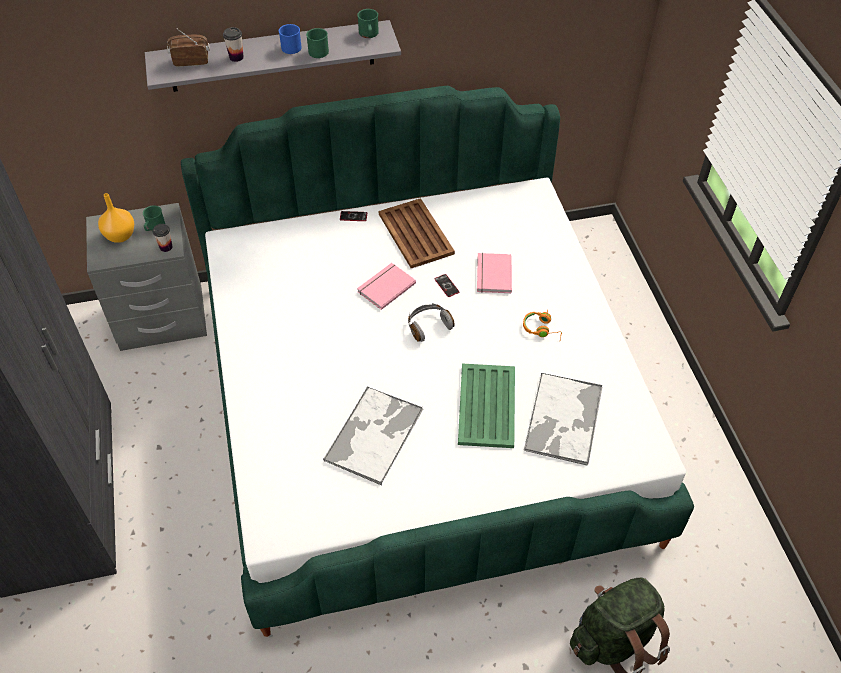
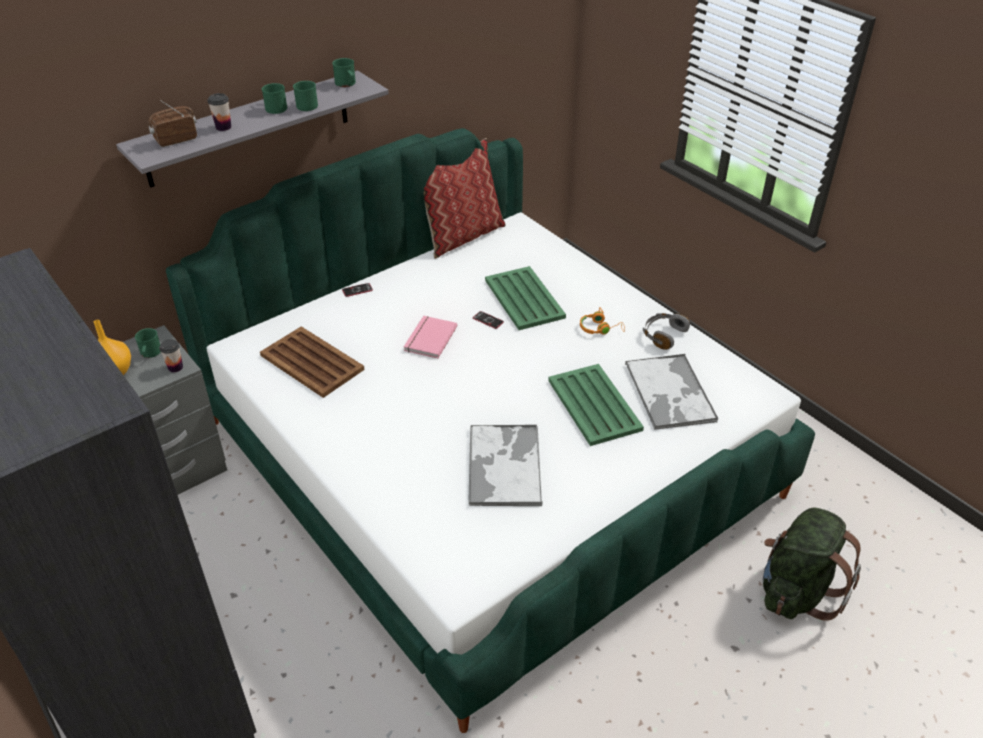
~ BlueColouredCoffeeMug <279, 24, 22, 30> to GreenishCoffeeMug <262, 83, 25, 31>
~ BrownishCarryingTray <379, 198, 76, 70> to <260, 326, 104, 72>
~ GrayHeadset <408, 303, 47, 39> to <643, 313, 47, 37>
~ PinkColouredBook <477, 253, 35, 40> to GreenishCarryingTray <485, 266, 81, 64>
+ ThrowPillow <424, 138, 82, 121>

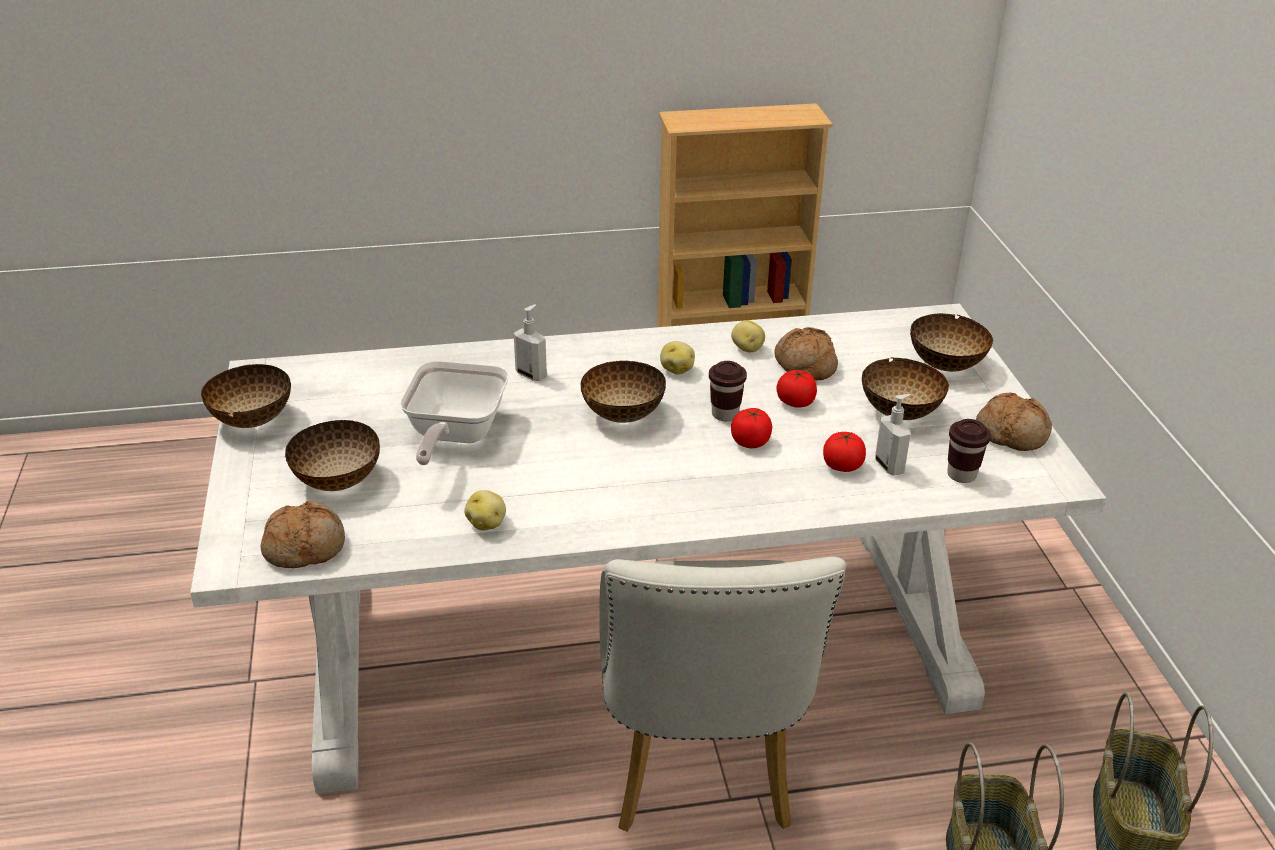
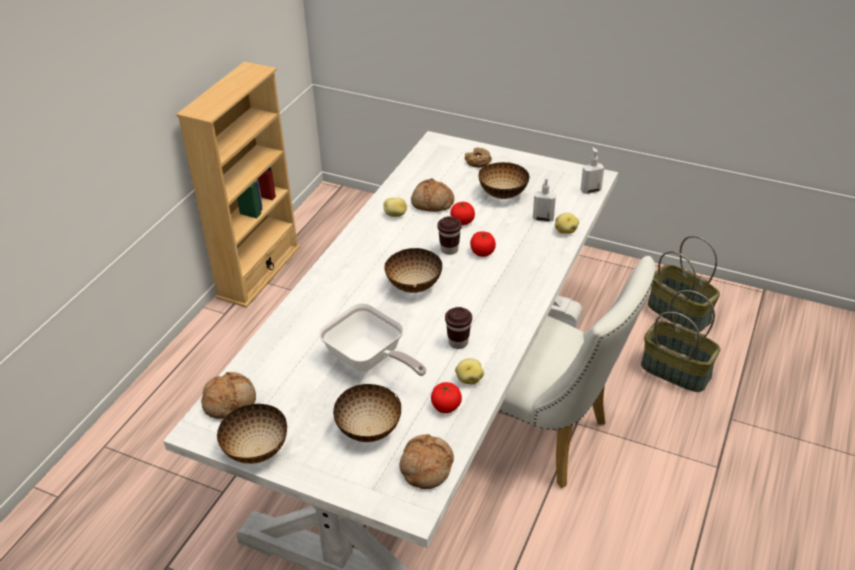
~ SoapDispenser <514, 304, 33, 77> to <580, 147, 24, 47>
~ Potato <660, 341, 35, 34> to <555, 213, 24, 21>
~ Tomato <823, 432, 43, 40> to <431, 382, 31, 31>
~ ServingBowl <910, 313, 83, 59> to Donut <464, 147, 28, 21>
~ BrownishSmallCup <947, 419, 44, 64> to <445, 307, 27, 42>
~ BakedBread <976, 393, 76, 58> to <201, 372, 55, 47>

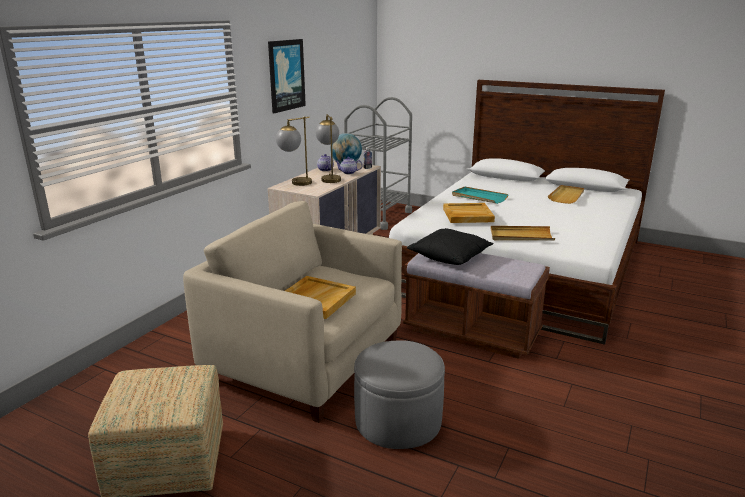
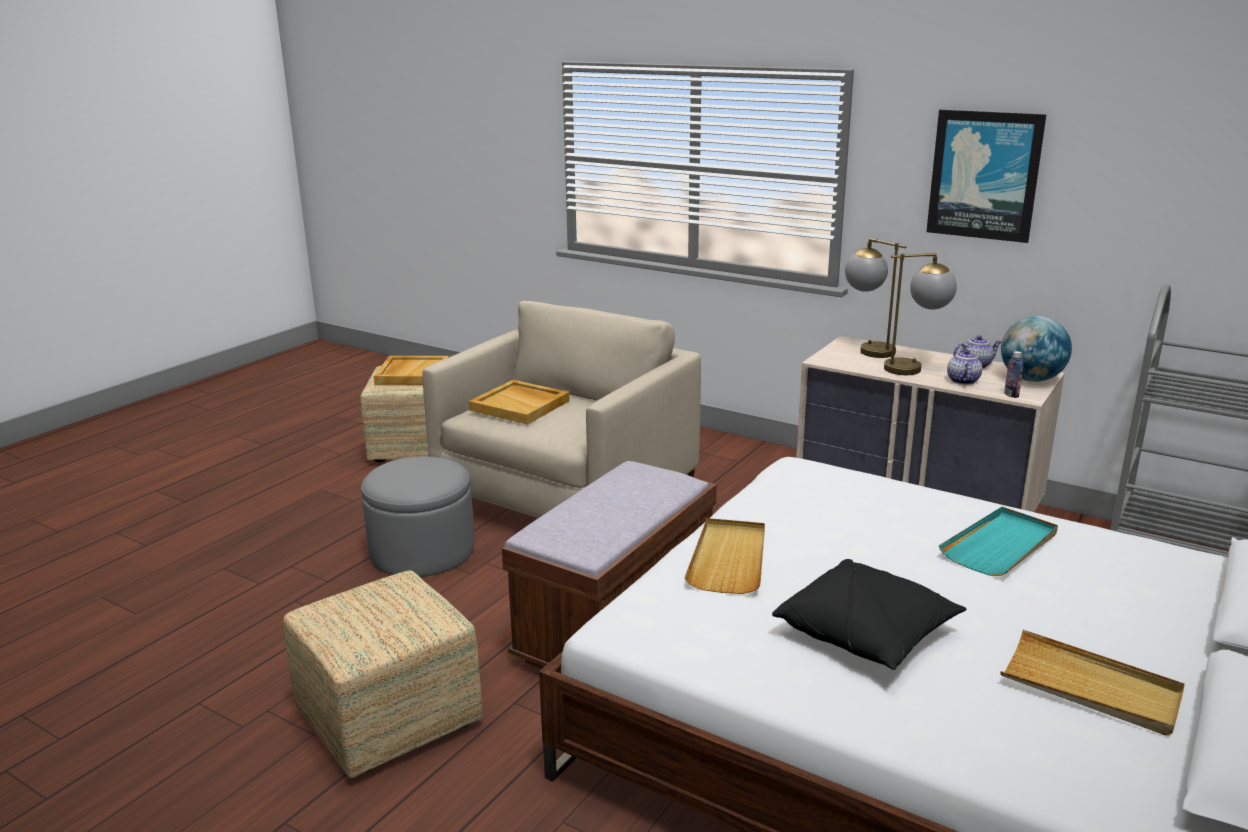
~ BlackColouredThrowPillow <407, 228, 87, 37> to <772, 559, 194, 111>
~ BeigeColouredCarryingTray <443, 203, 52, 20> to <374, 356, 75, 29>
+ Pouffe <283, 570, 200, 208>

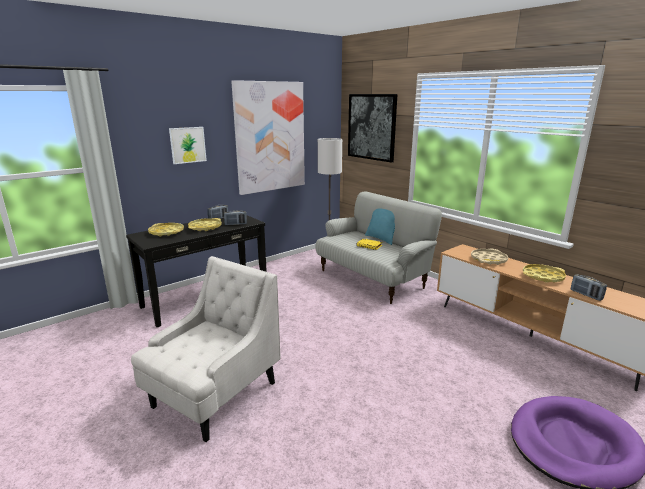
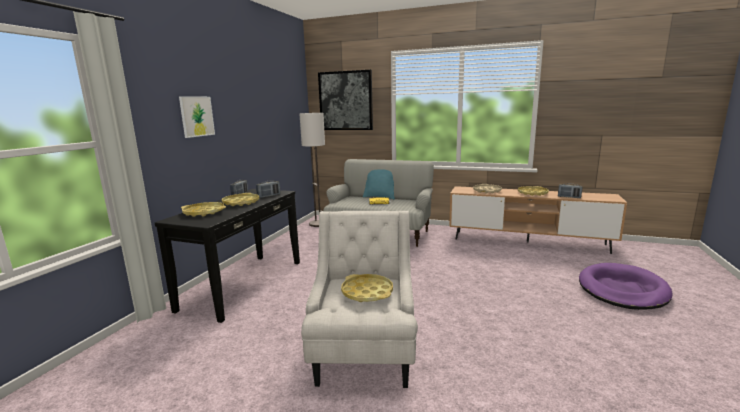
- Picture <231, 80, 74, 115>
+ YellowColouredCarryingTray <341, 274, 52, 28>

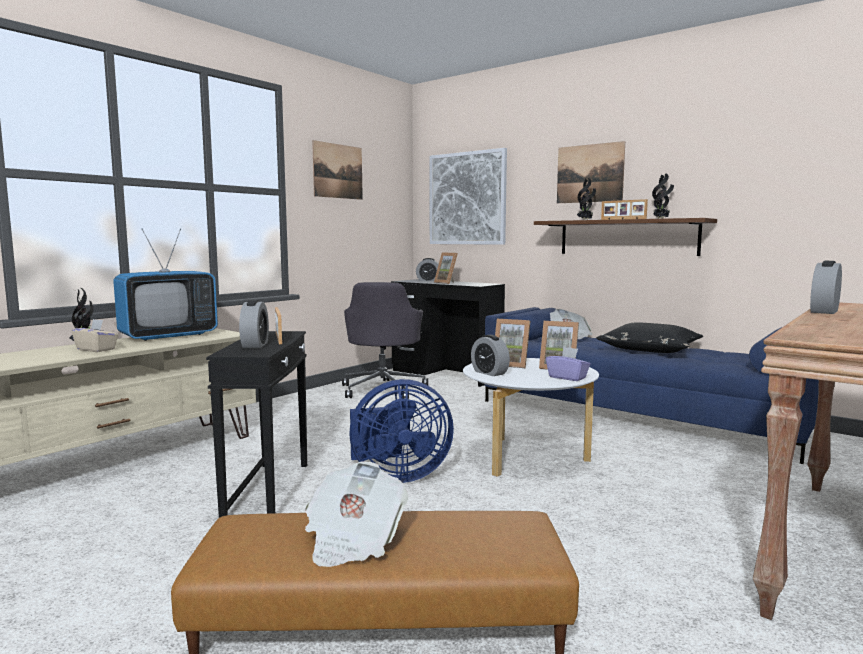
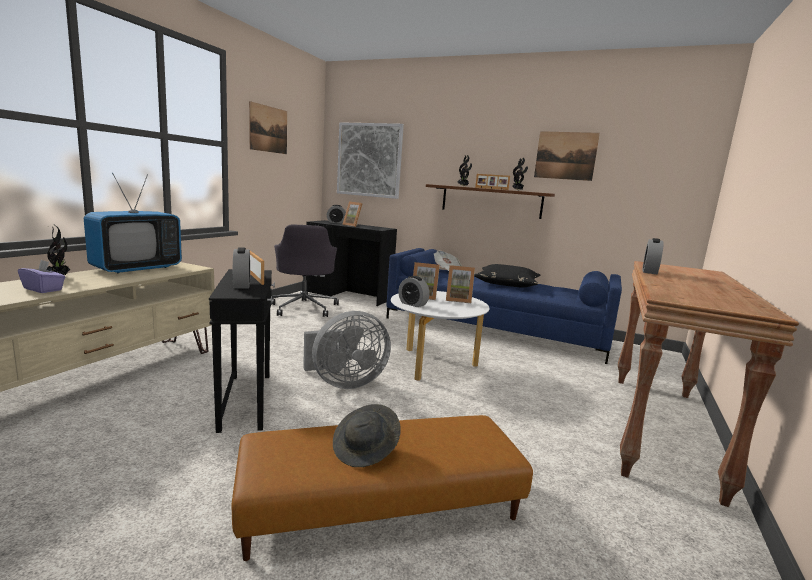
- BeigeColouredTissueHolder <72, 319, 46, 33>
~ PrintedPaper <305, 461, 103, 106> to GrayWearableHat <333, 404, 68, 63>
~ BlueColouredCoolingFan <349, 379, 105, 104> to GrayCoolingFan <303, 311, 88, 78>
~ PurplishTissueHolder <546, 347, 44, 34> to <18, 260, 47, 33>
~ Picture <557, 141, 68, 62> to <534, 131, 66, 50>

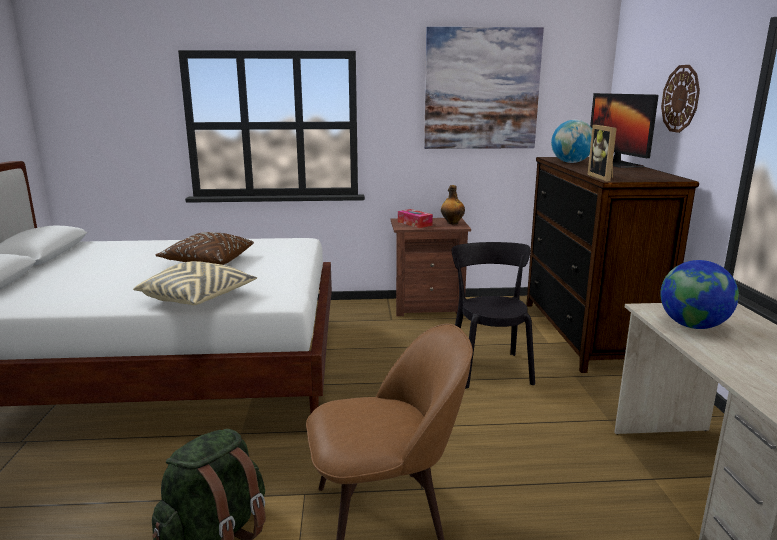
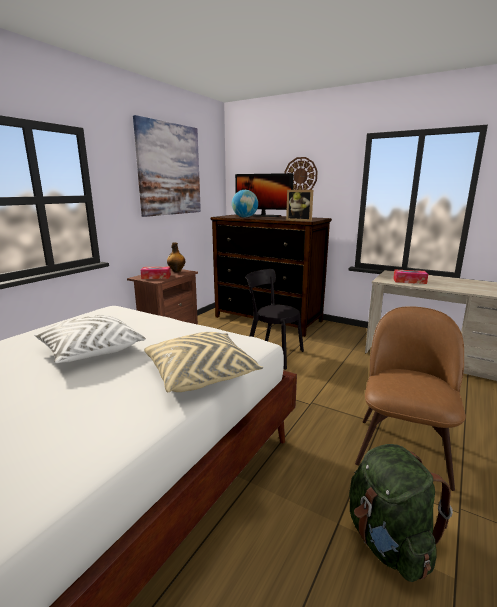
~ BrownishThrowPillow <155, 232, 99, 33> to WhiteColouredThrowPillow <34, 315, 112, 48>
~ DeskGlobe <660, 260, 79, 69> to TissueHolder <393, 270, 35, 14>

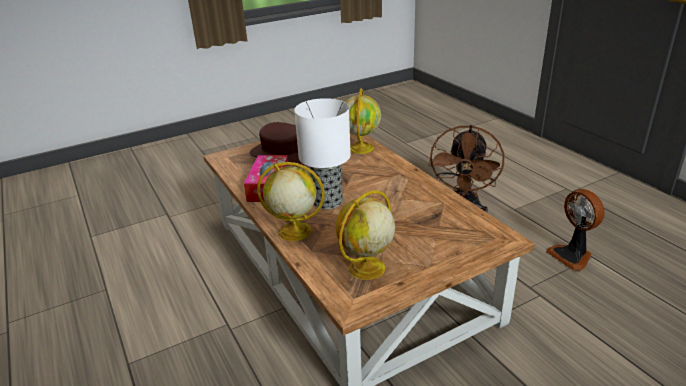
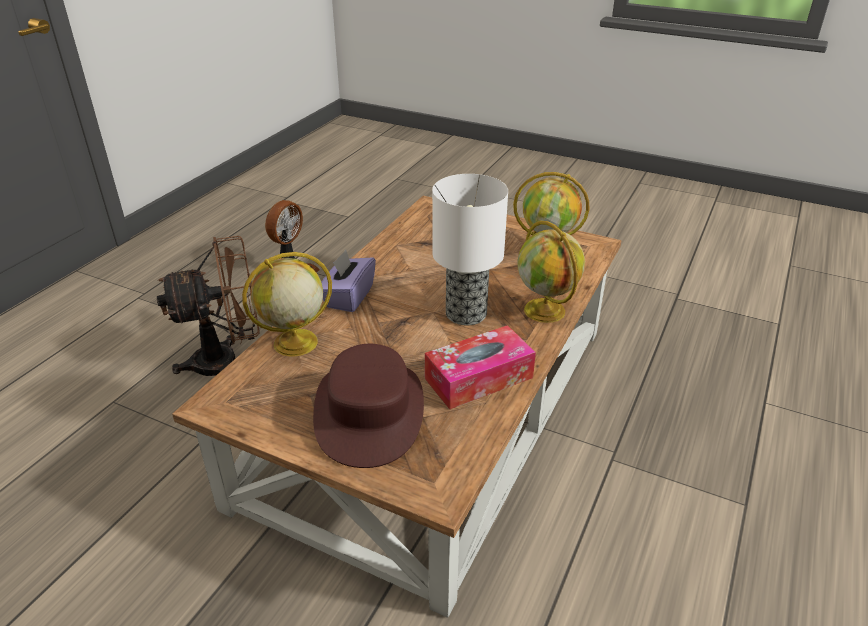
+ PurplishTissueHolder <321, 250, 55, 62>

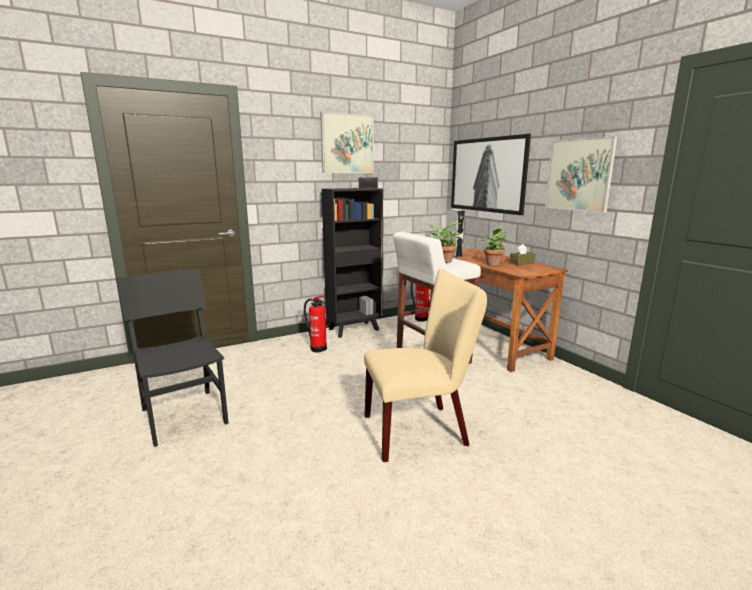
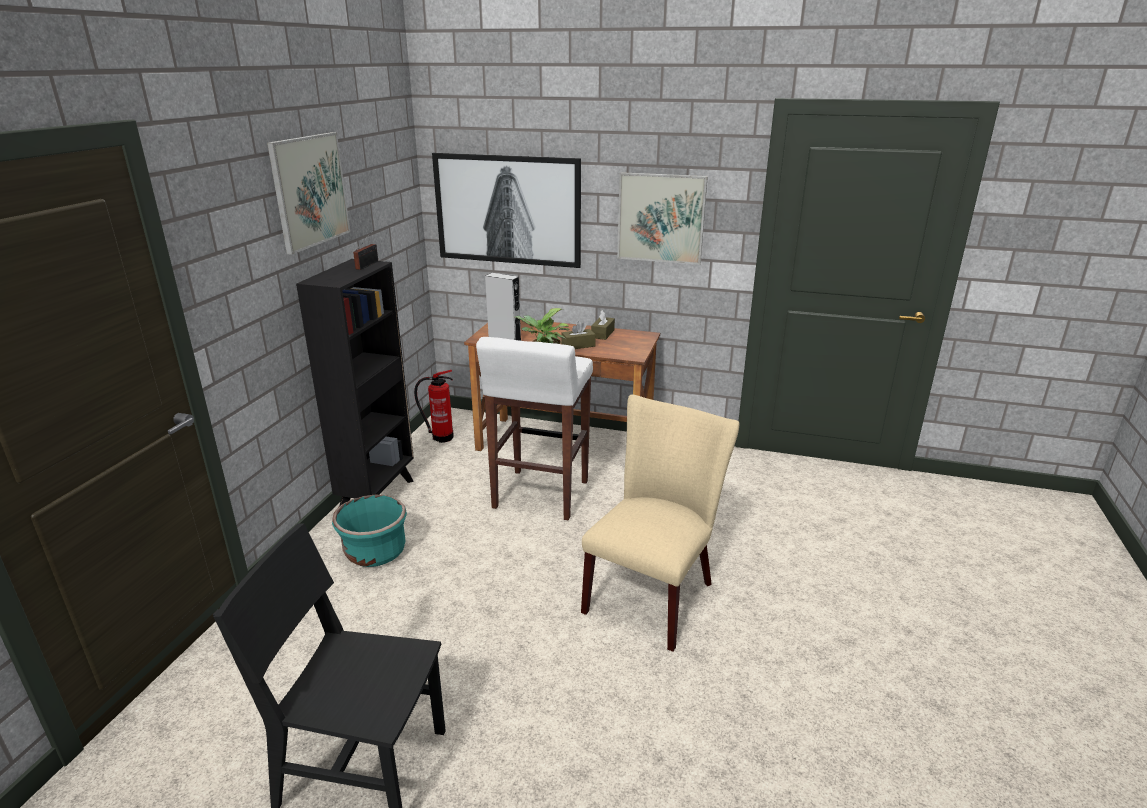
~ FireExtinguisher <304, 296, 23, 56> to BlueGreenFlowerPot <332, 495, 75, 72>
~ PlantInAPot <477, 228, 30, 38> to BrownishTissueHolder <561, 321, 35, 28>

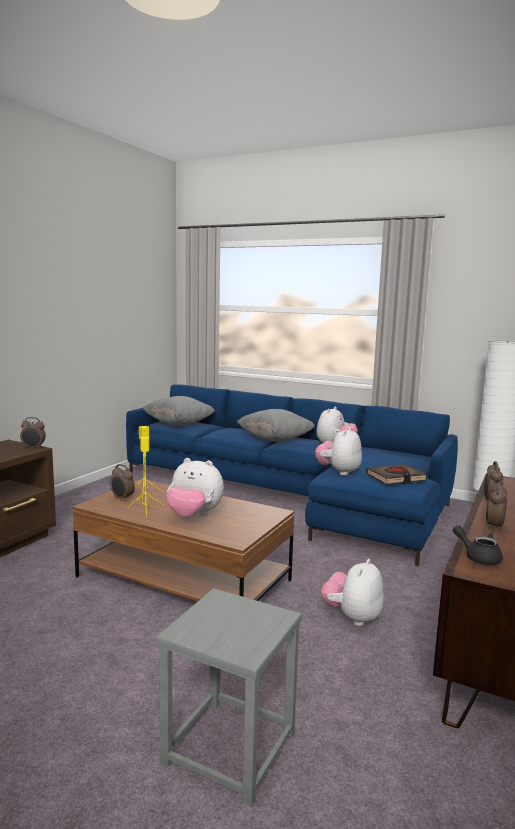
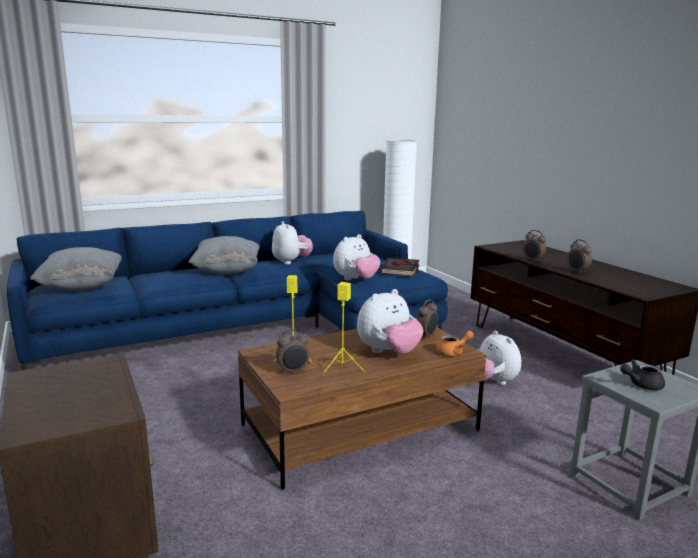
~ BedsideClock <20, 417, 26, 32> to <416, 299, 22, 41>
~ SoftToy <315, 427, 47, 49> = <333, 234, 47, 46> 105 degrees counterclockwise
~ BlackColouredPotForTea <453, 525, 50, 40> to <620, 360, 45, 30>
+ OrangeyPotForTea <437, 331, 37, 25>

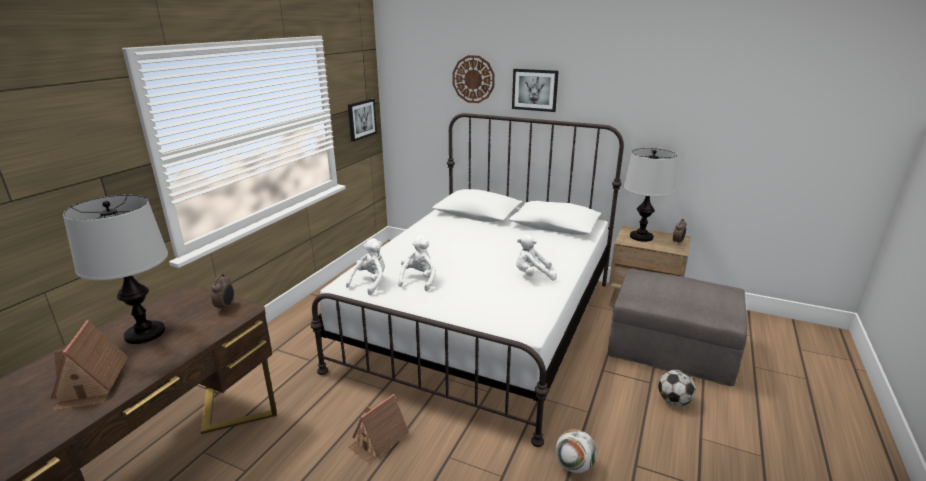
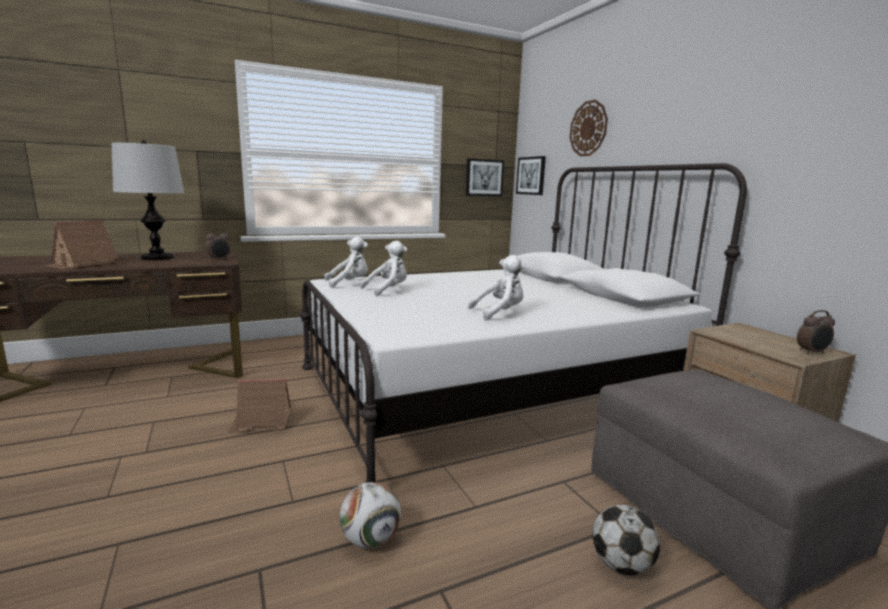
~ Picture <512, 69, 47, 43> to <516, 156, 30, 39>
~ WhiteColouredSoftToy <516, 234, 41, 47> = <468, 255, 58, 65> 120 degrees clockwise
- TabletopLamp <624, 148, 54, 94>

